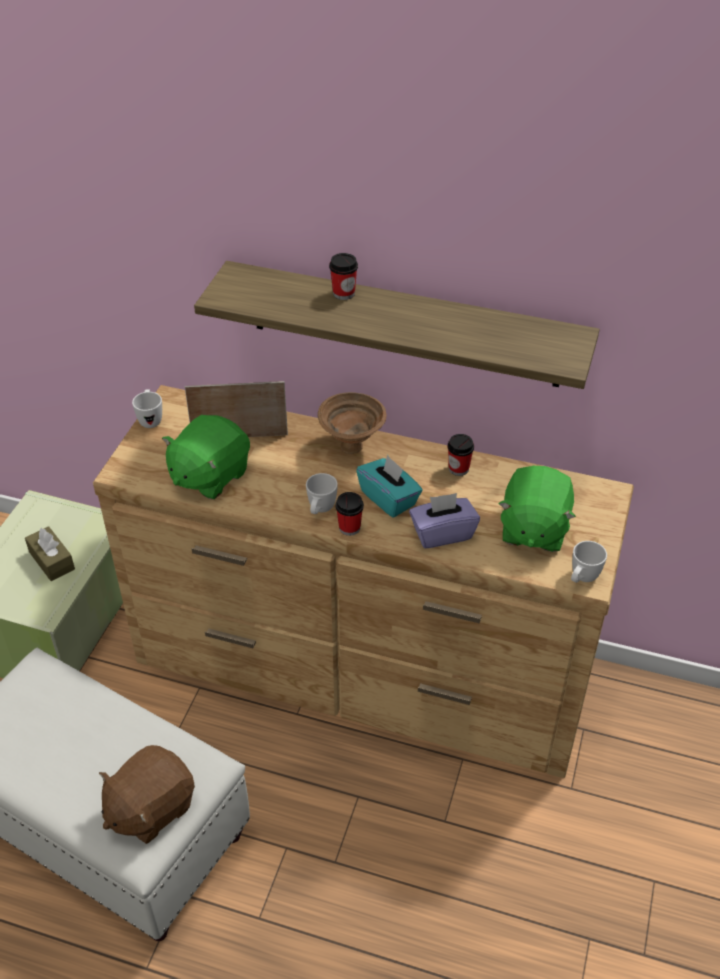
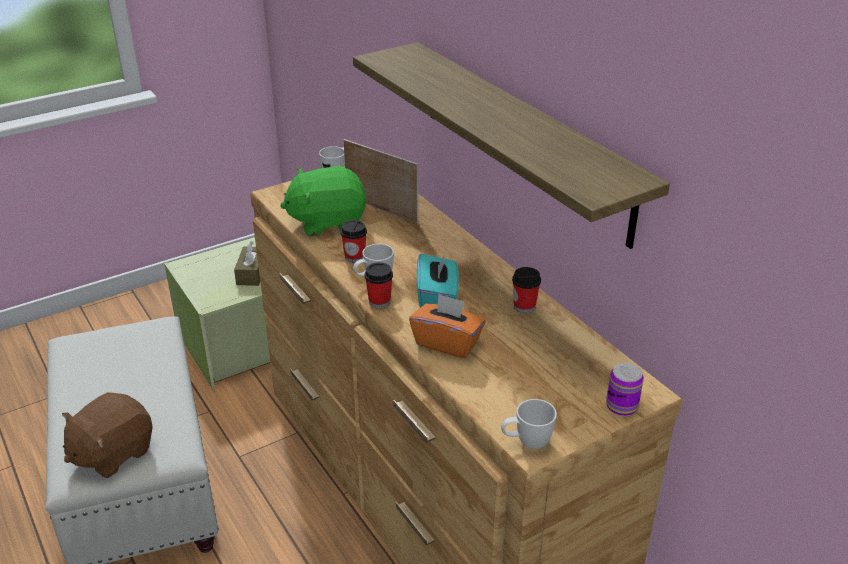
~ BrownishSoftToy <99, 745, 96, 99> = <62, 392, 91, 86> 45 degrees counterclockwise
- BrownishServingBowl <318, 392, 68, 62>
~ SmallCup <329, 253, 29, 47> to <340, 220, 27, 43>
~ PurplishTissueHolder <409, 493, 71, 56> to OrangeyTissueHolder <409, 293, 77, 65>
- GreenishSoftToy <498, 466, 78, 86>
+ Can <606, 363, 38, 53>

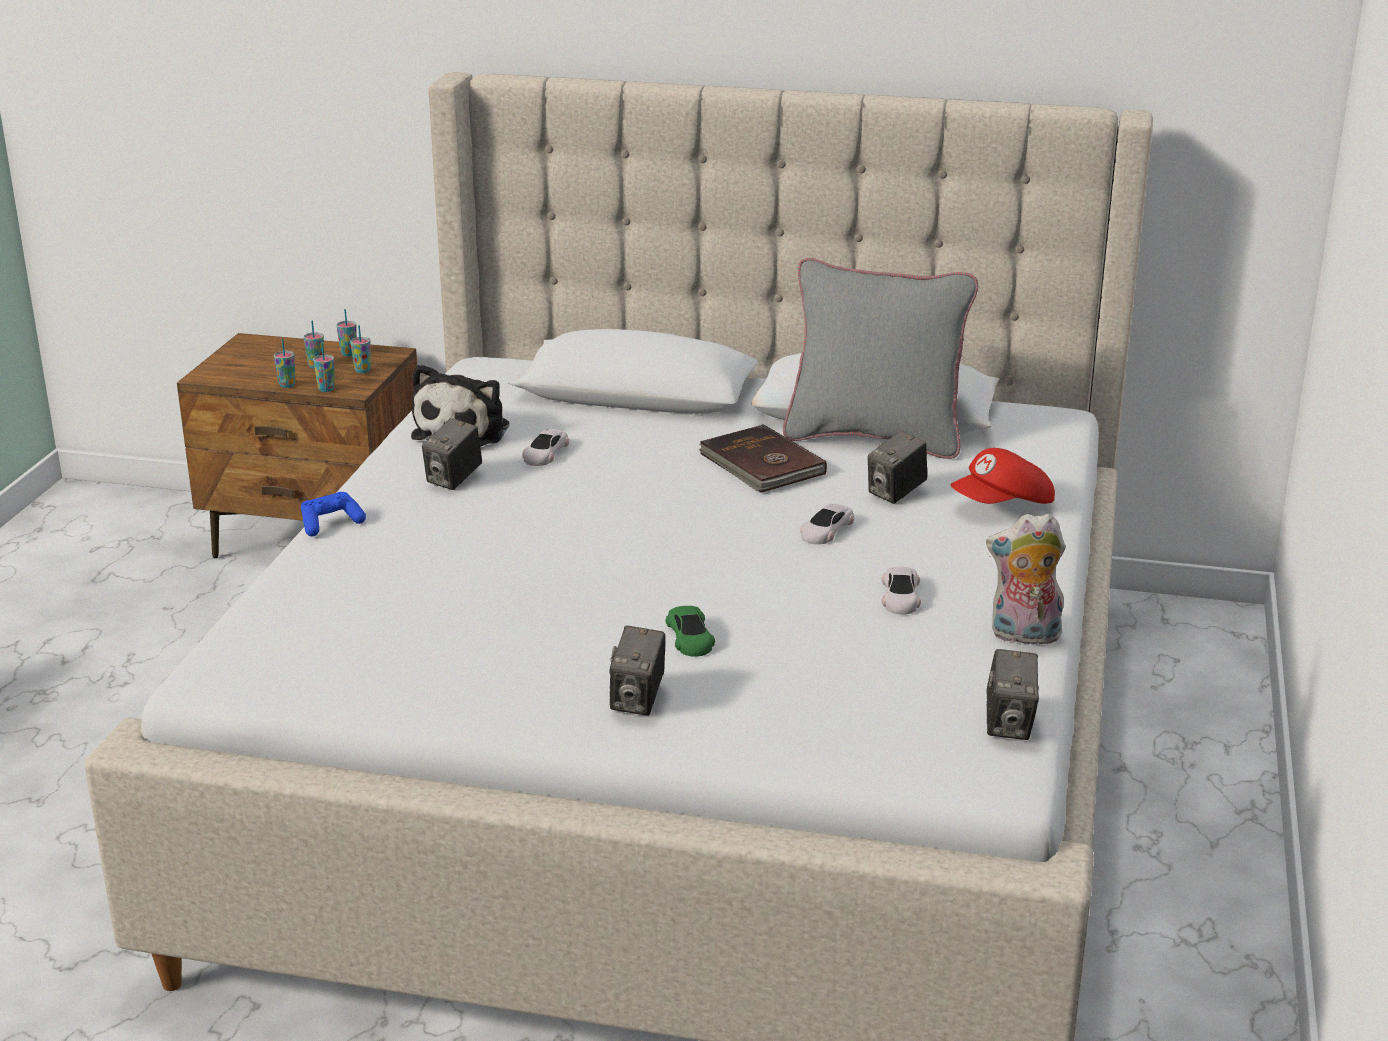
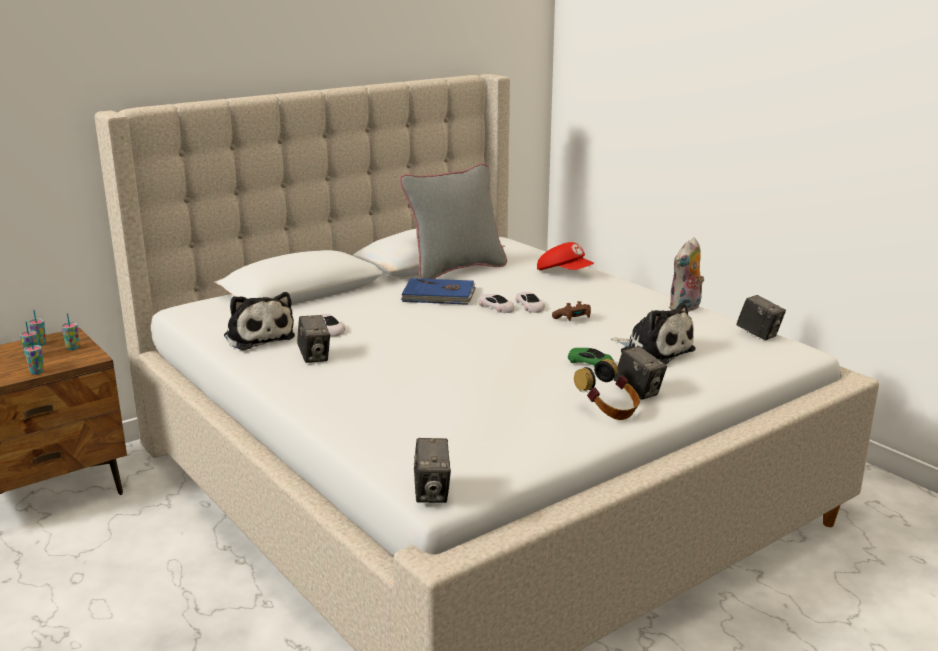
- BlueColouredJoypad <301, 492, 65, 44>
- SmallCup <313, 343, 22, 49>
~ BrownishBook <699, 424, 128, 69> to BlueColouredBook <401, 278, 75, 27>
~ PhotoCamera <868, 431, 59, 73> to <414, 438, 37, 65>
~ WhiteColouredMiniatureCar <881, 567, 40, 48> to <478, 294, 36, 19>
~ ReddishBaseballCap <950, 448, 105, 56> = <537, 242, 57, 28> 60 degrees counterclockwise
+ BrownishJoypad <552, 301, 39, 20>
+ Headset <574, 359, 66, 61>
+ SoftToy <611, 303, 85, 61>

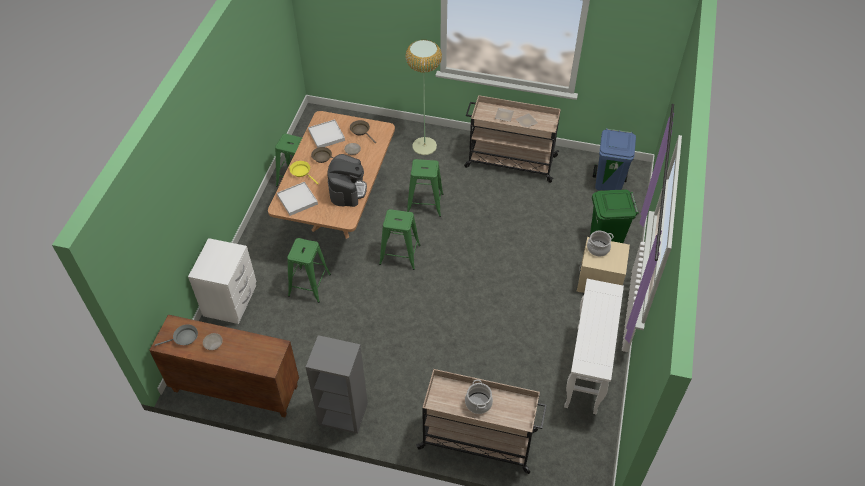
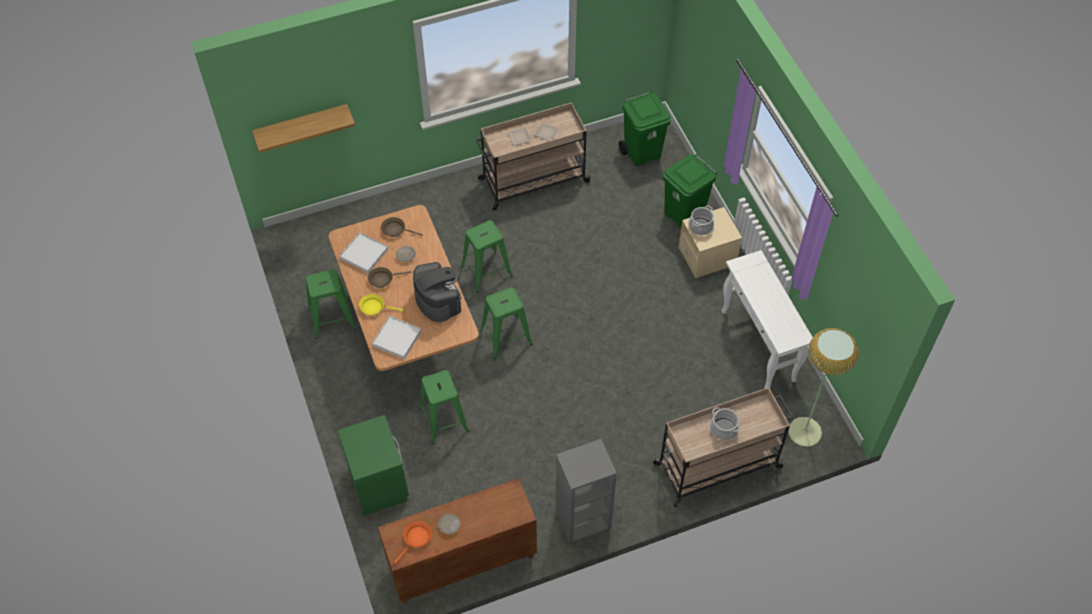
~ GrayFryingPan <155, 324, 43, 22> to OrangeyFryingPan <394, 521, 38, 43>
~ WhiteColouredNightstand <188, 238, 68, 86> to GreenishNightstand <338, 415, 71, 101>
~ StandingLamp <406, 40, 36, 115> to <788, 328, 71, 119>
~ BlueColouredRubbishBin <593, 128, 43, 62> to GreenishRubbishBin <619, 92, 52, 74>
+ WallShelf <252, 104, 103, 49>

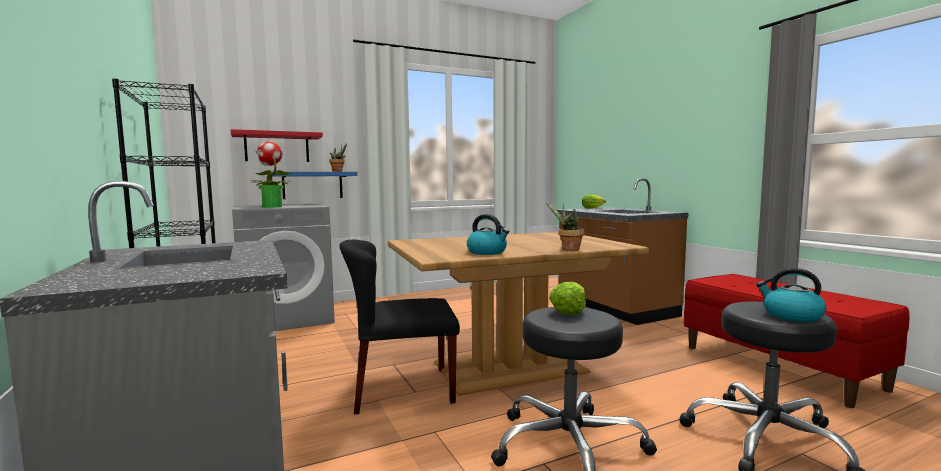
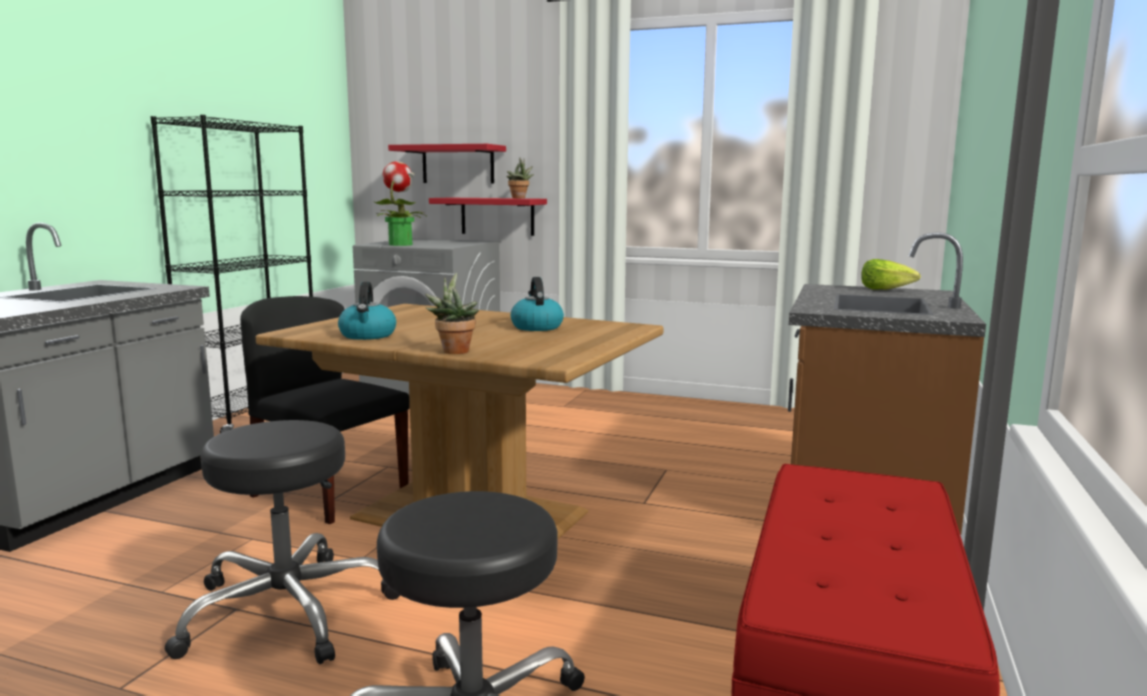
~ BlueColouredWallShelf <272, 172, 86, 27> to ReddishWallShelf <429, 198, 118, 38>
- Lettuce <549, 282, 37, 33>
~ Kettle <756, 268, 70, 54> to <511, 277, 53, 54>

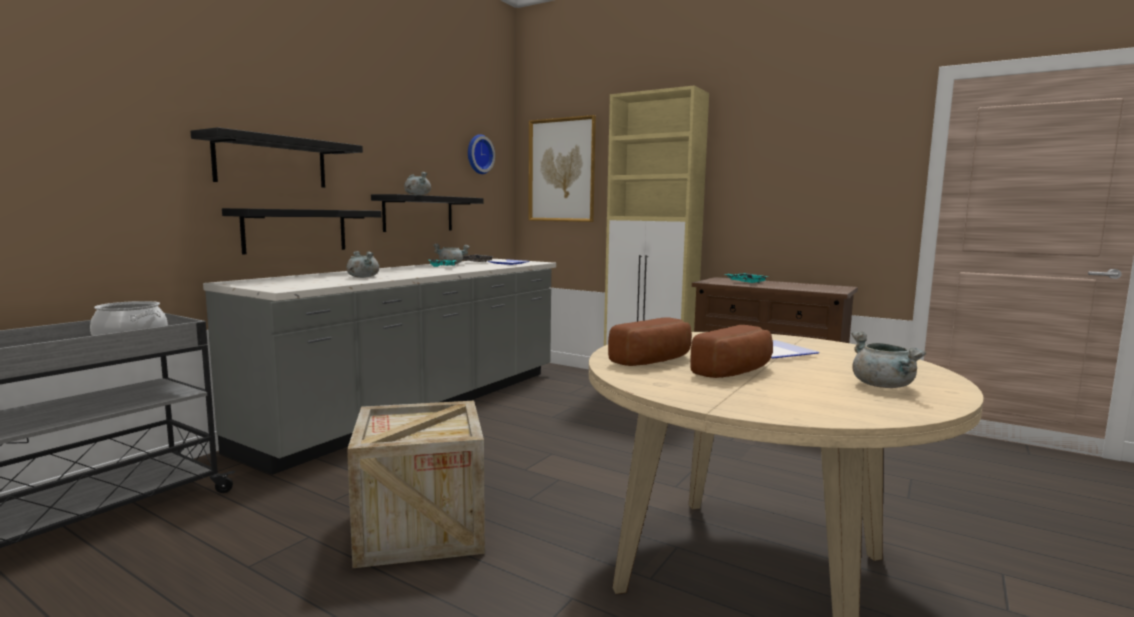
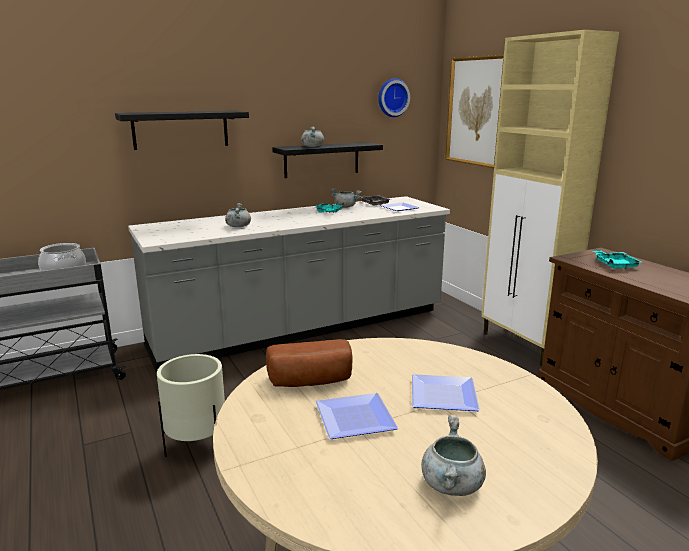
- BlackColouredWallShelf <222, 208, 160, 46>
~ PackingCrate <347, 401, 138, 168> to BeigeColouredFlowerPot <157, 354, 68, 103>
~ BakedBread <690, 325, 83, 53> to Plate <316, 393, 82, 46>

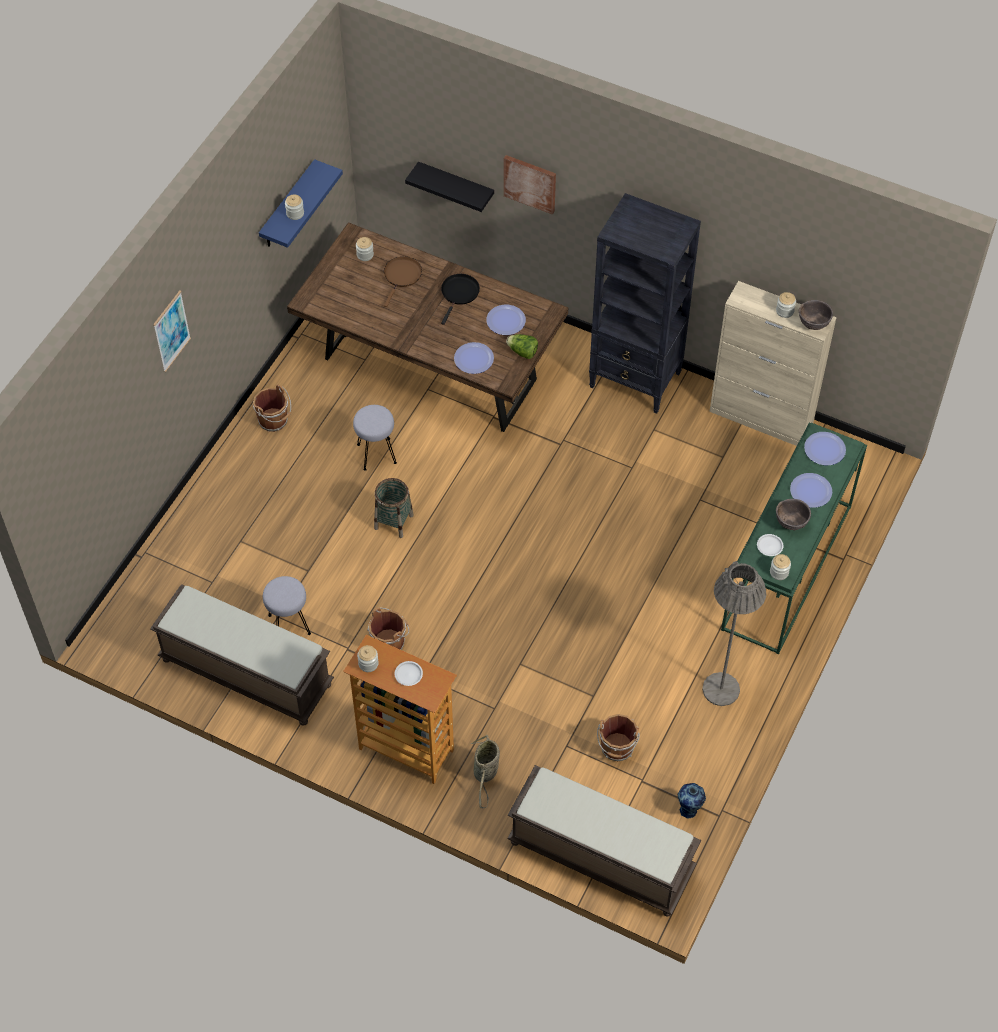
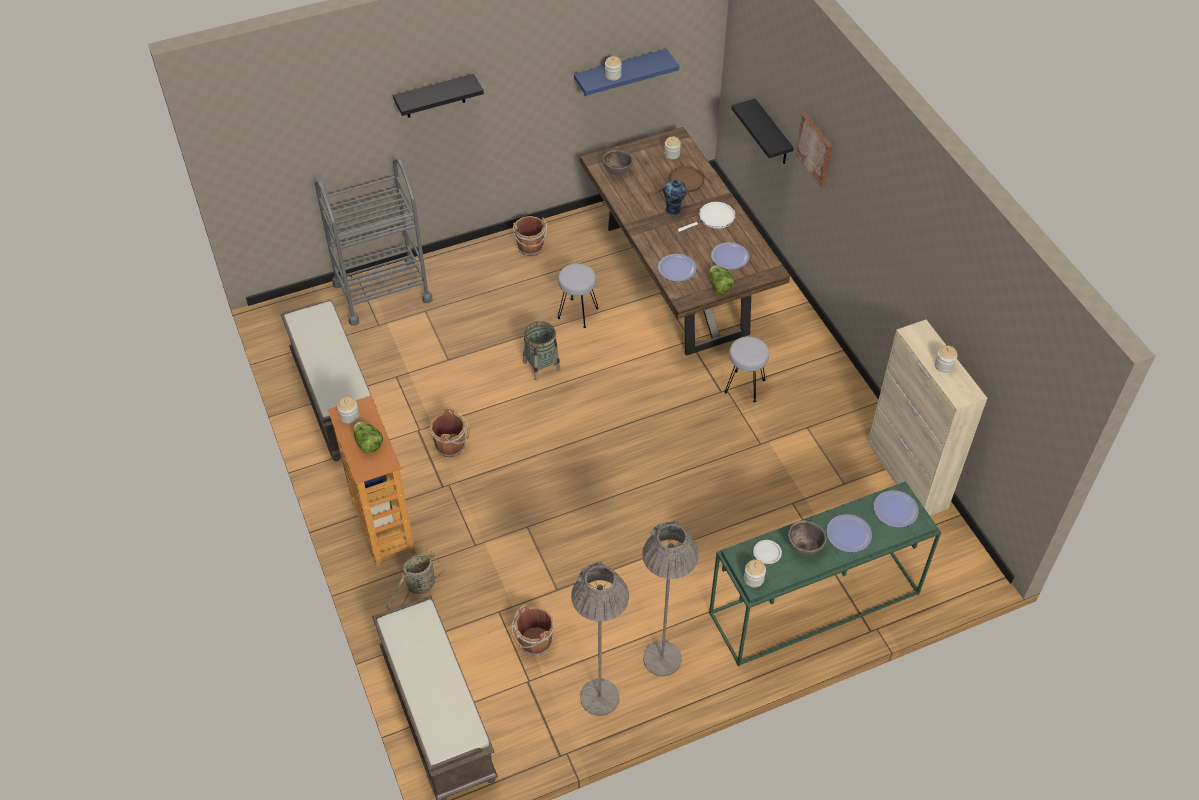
~ Picture <153, 290, 38, 82> to BlackColouredWallShelf <393, 74, 91, 44>
~ GrayStool <263, 576, 48, 59> to <725, 336, 44, 67>
~ WhiteColouredPlate <395, 661, 28, 25> to Lettuce <353, 422, 30, 31>
~ BlackColouredFryingPan <441, 274, 39, 51> to WhiteColouredFryingPan <677, 201, 59, 31>
- BlackColouredBookcase <589, 193, 112, 221>
~ Vase <678, 783, 28, 36> to <663, 179, 24, 36>
~ BrownishServingBowl <799, 300, 34, 30> to <603, 150, 30, 25>
+ GrayTrolley <315, 158, 117, 168>
+ GrayStandingLamp <571, 561, 58, 155>

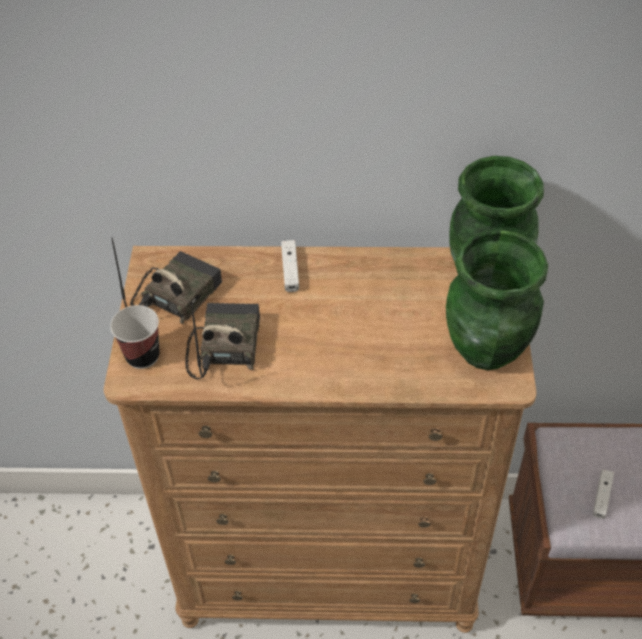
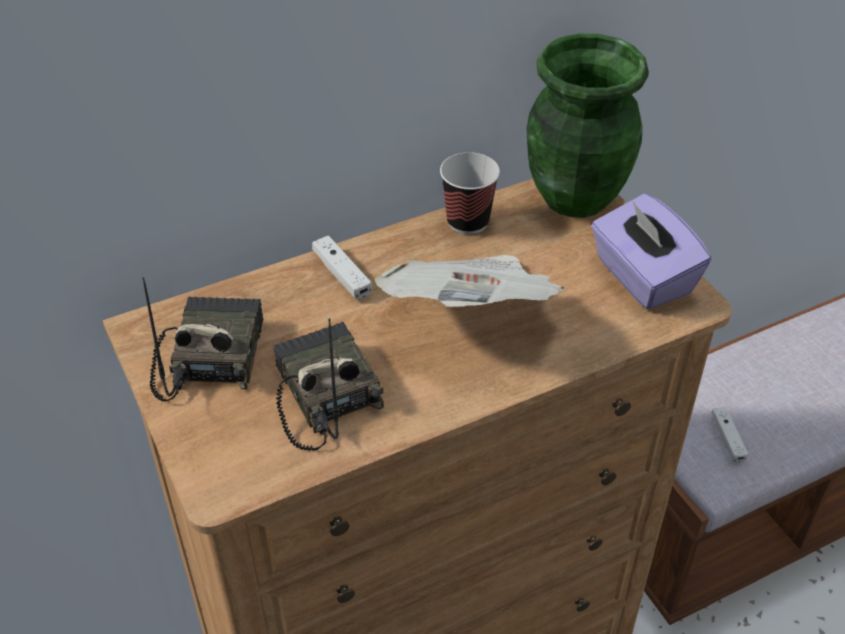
~ SmallCup <110, 305, 50, 64> to <440, 152, 60, 82>
~ GreenishVase <446, 229, 102, 141> to PurplishTissueHolder <591, 194, 120, 116>
+ PrintedPaper <375, 255, 190, 52>

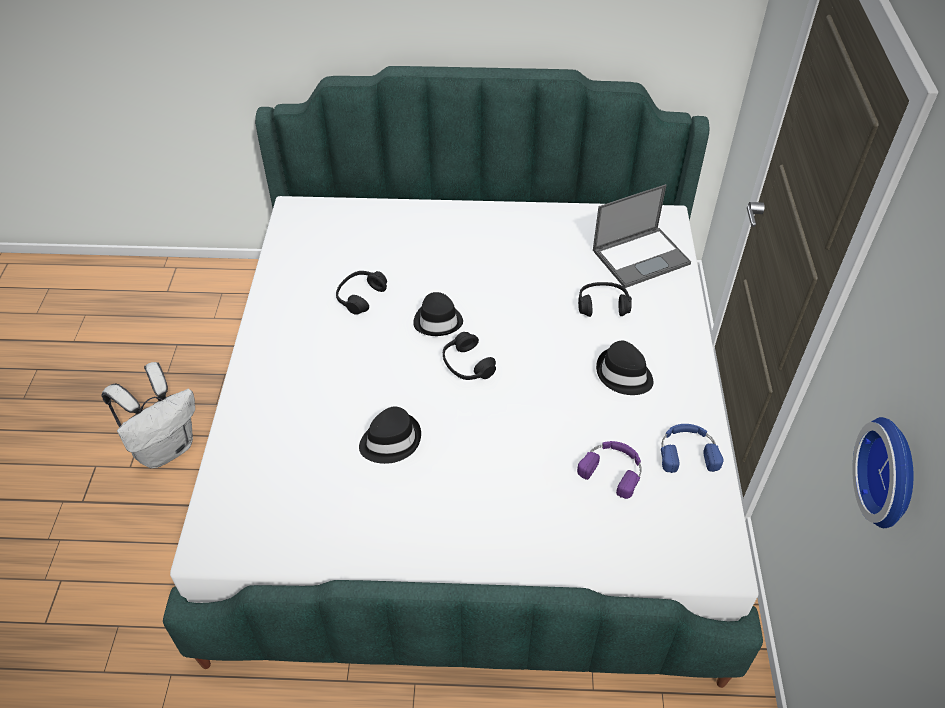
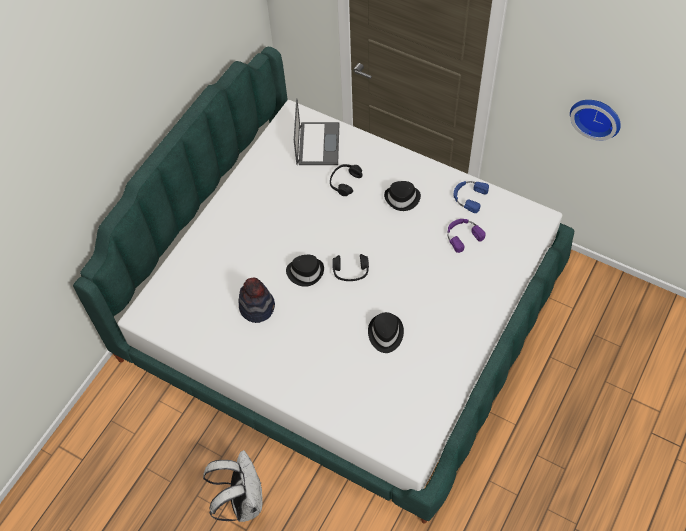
~ BlackColouredHeadset <336, 271, 51, 44> to WearableHat <238, 278, 37, 45>

